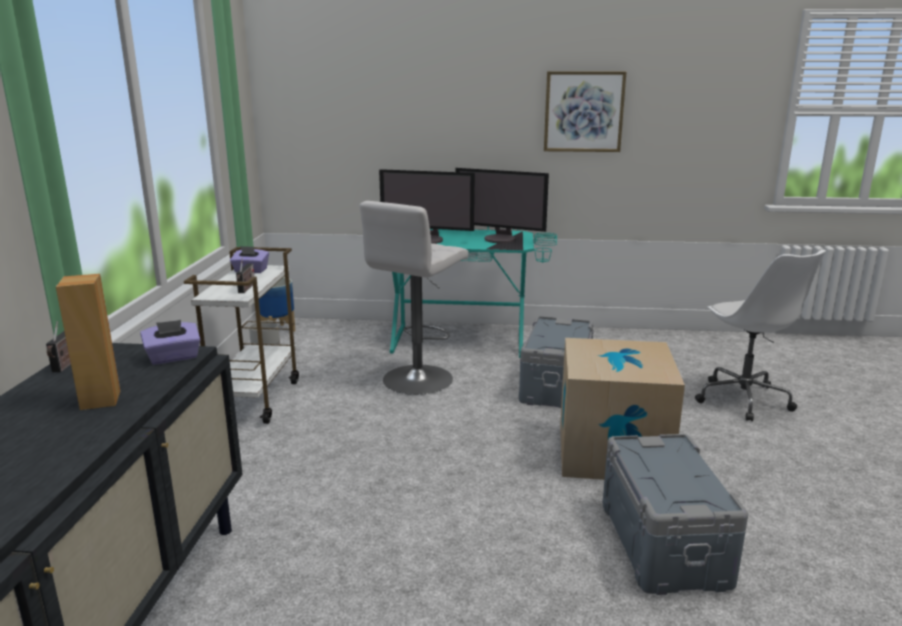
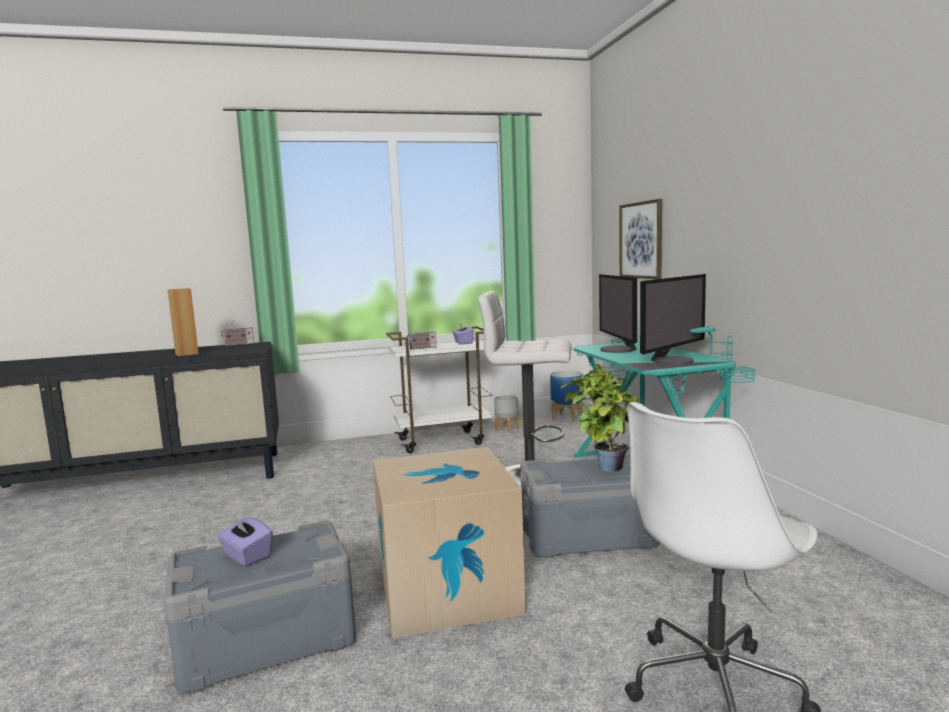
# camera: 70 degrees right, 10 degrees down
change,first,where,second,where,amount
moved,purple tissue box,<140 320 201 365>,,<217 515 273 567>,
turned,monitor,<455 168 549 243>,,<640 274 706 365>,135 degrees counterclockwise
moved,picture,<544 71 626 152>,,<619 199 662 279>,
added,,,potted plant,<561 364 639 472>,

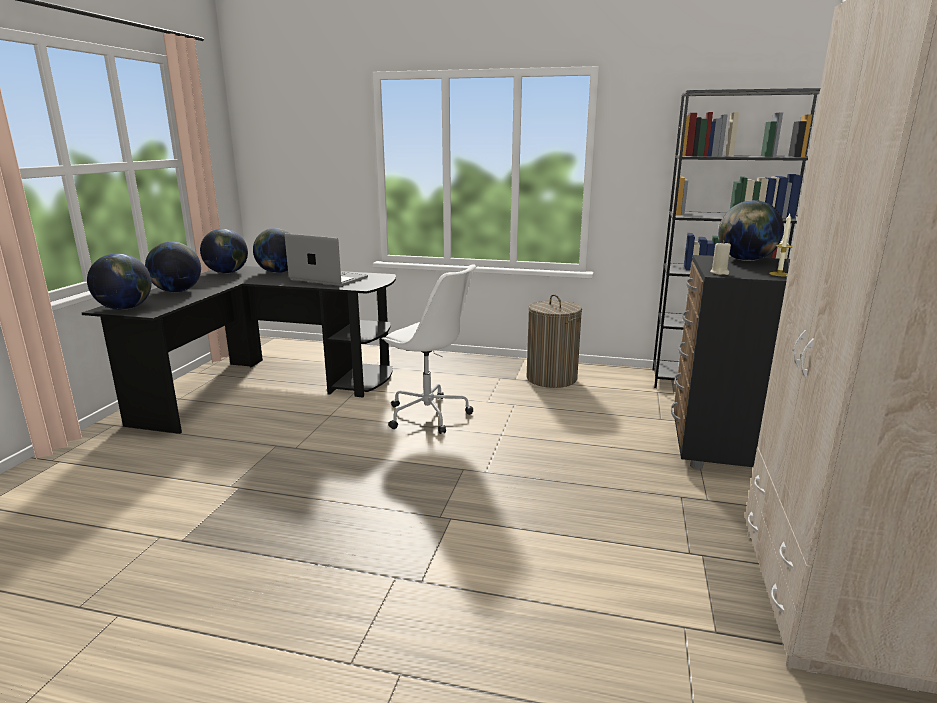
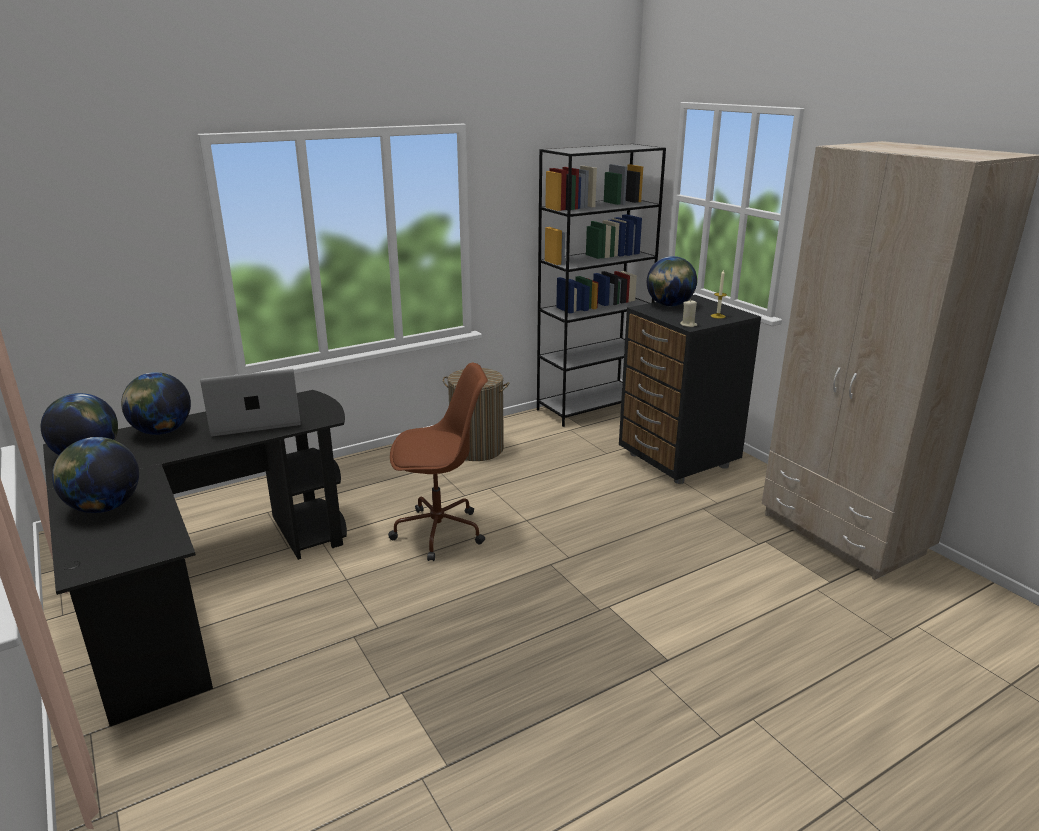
# camera: 45 degrees left, 5 degrees up
change,first,where,second,where,amount
removed,globe,<87 253 152 310>,,,
recoloured,white office chair,<381 265 477 434>,brown office chair,<388 363 488 561>,

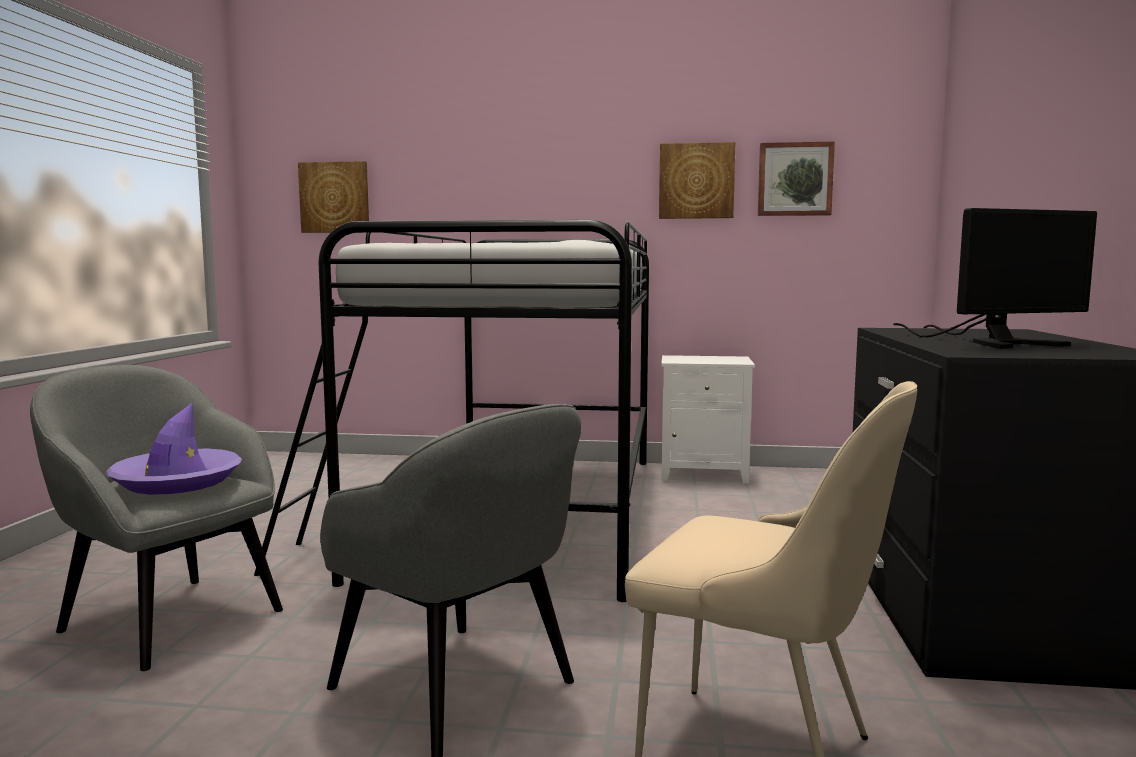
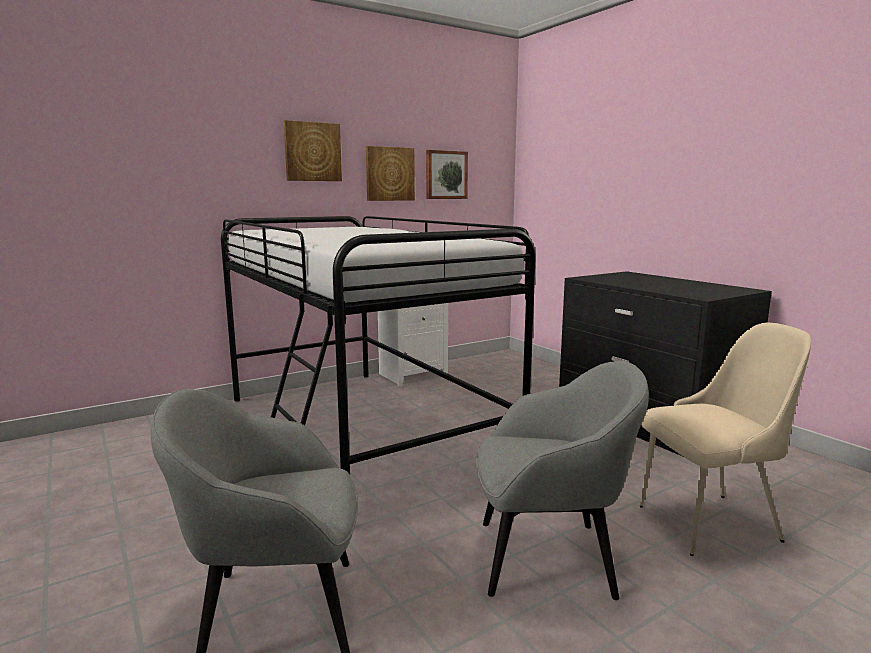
# camera: 40 degrees left, 5 degrees up
change,first,where,second,where,amount
removed,purple hat,<106 402 242 494>,,,
moved,picture,<298 161 369 233>,,<283 120 342 181>,
removed,monitor,<893 208 1097 349>,,,

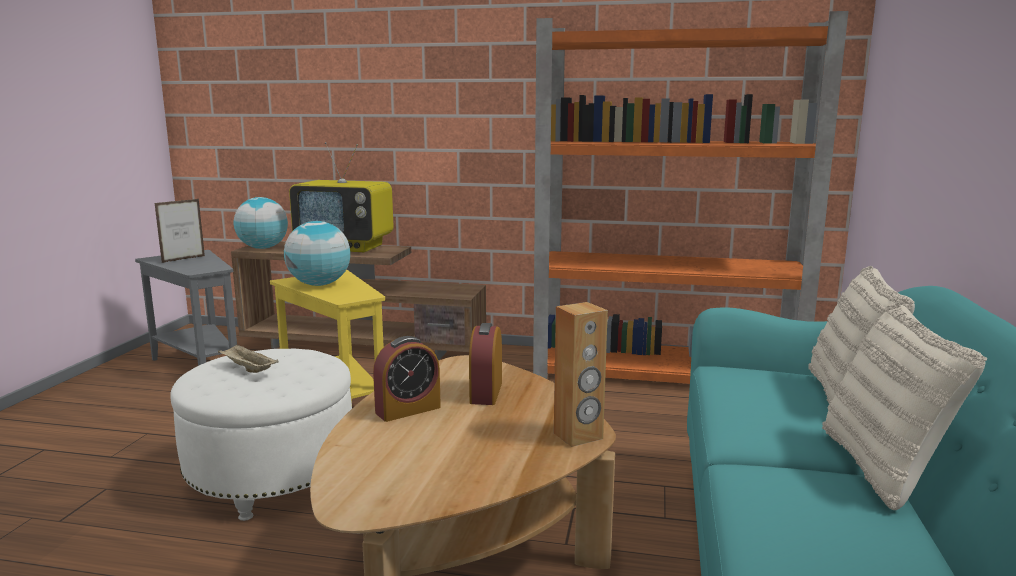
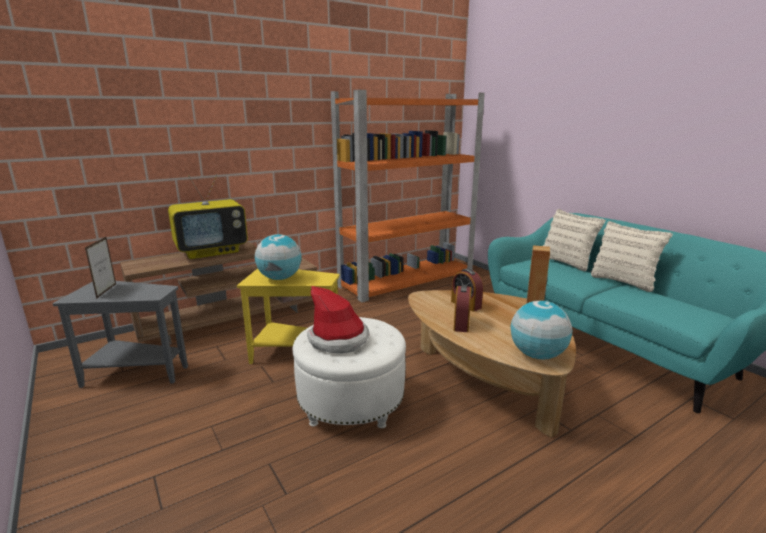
# camera: 45 degrees left, 5 degrees up
change,first,where,second,where,amount
replaced,beige tray,<218 344 279 373>,hat,<307 286 369 353>,
moved,globe,<234 197 288 249>,,<511 301 572 360>,

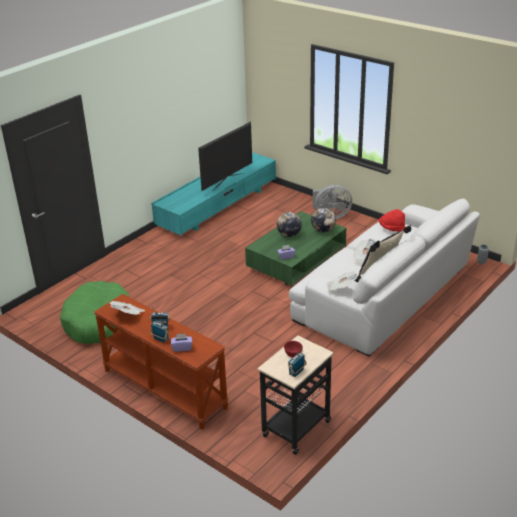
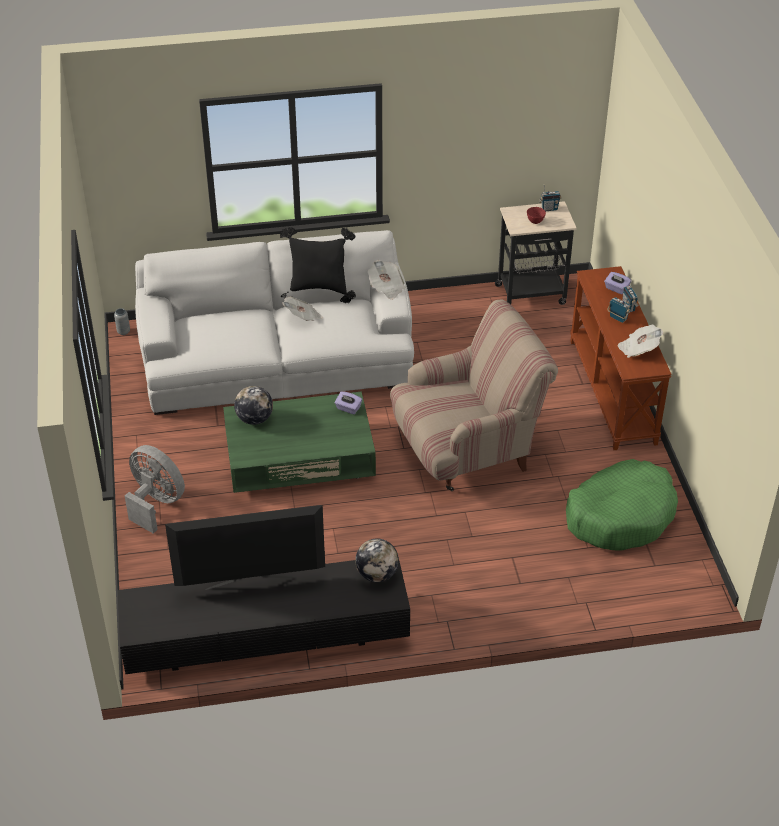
# camera: 140 degrees left, 10 degrees up
change,first,where,second,where,amount
recoloured,turquoise tv stand,<151 152 276 236>,black tv stand,<118 560 410 674>,
moved,globe,<277 212 302 237>,,<355 539 399 582>,
removed,red hat,<379 209 405 231>,,,
added,,,beige armchair,<390 300 558 491>,

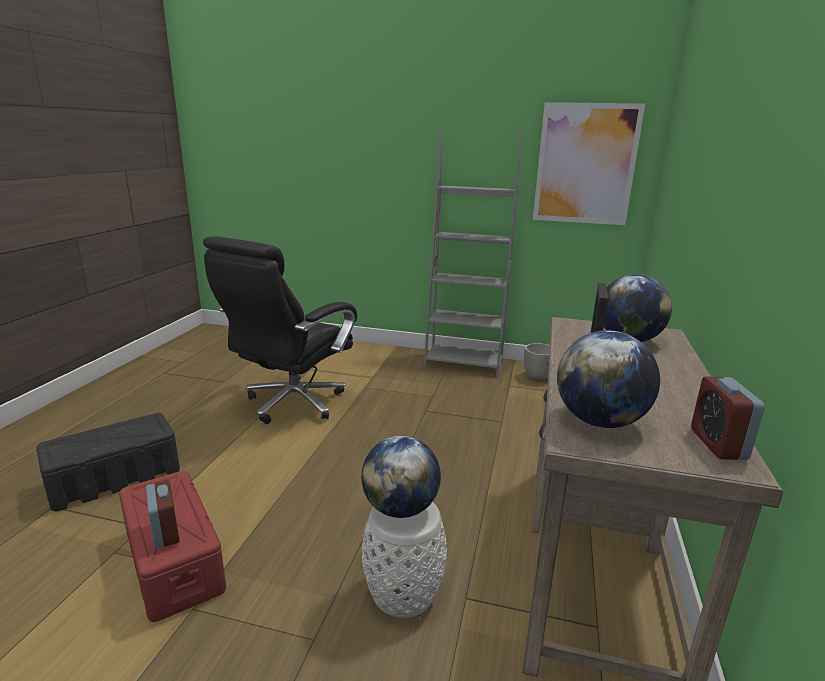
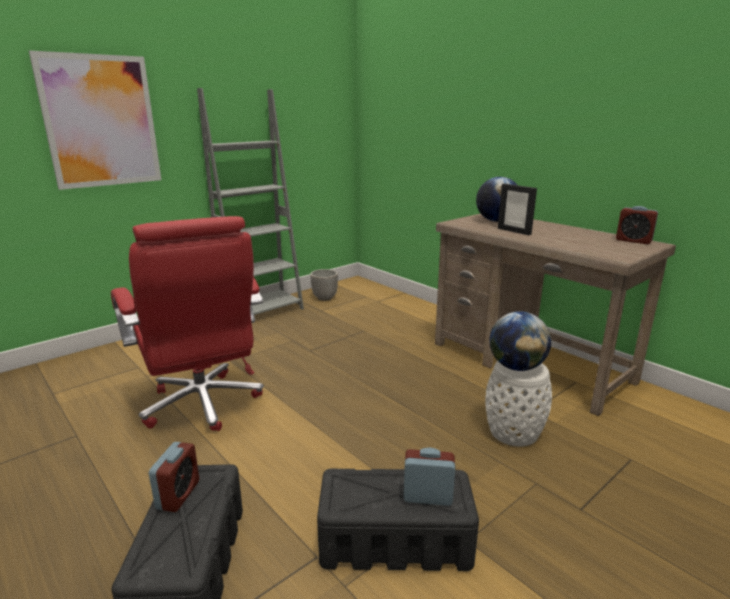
# camera: 55 degrees left, 0 degrees up
change,first,where,second,where,amount
recoloured,red storage box,<119 471 226 622>,black storage box,<317 469 479 571>,
recoloured,black office chair,<203 236 357 424>,red office chair,<111 216 264 431>,
moved,picture,<533 102 645 225>,,<29 50 161 190>,
removed,globe,<557 330 660 428>,,,
added,,,alarm clock,<149 442 199 512>,

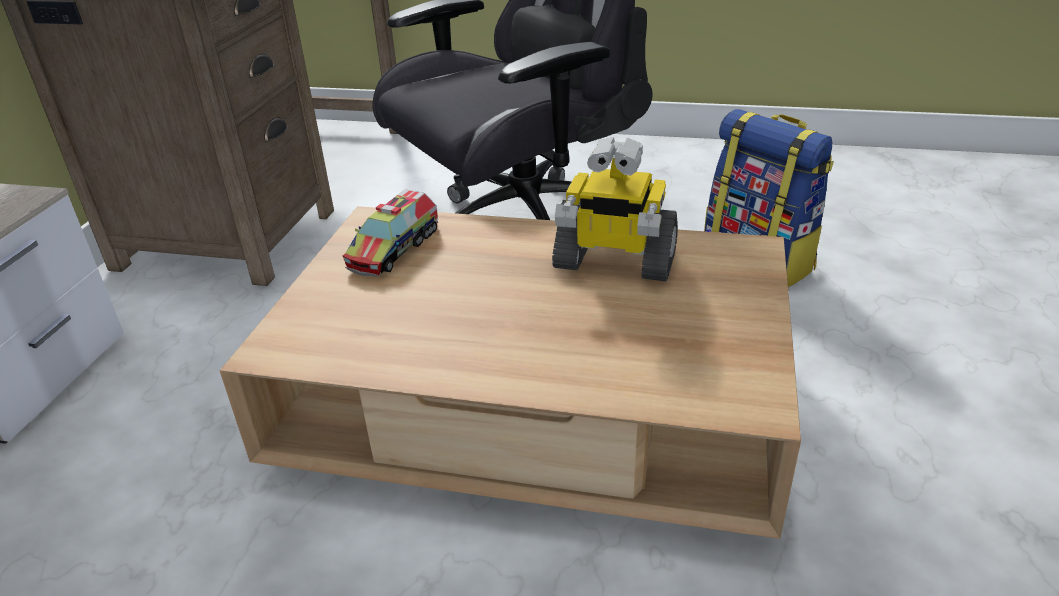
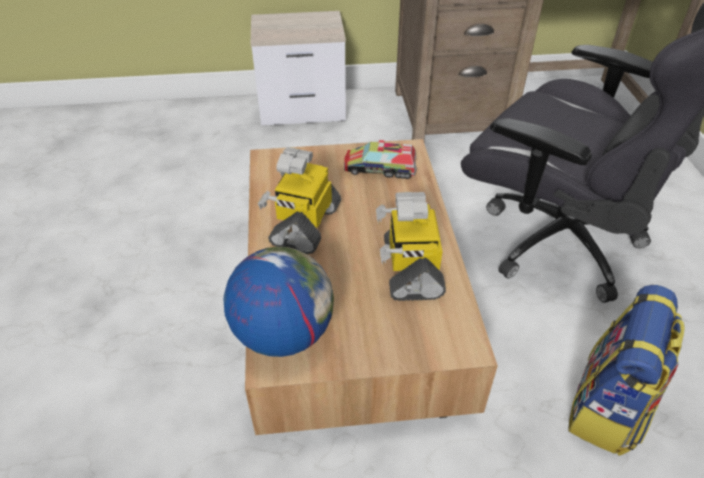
# camera: 70 degrees right, 10 degrees up
change,first,where,second,where,amount
added,,,globe,<224 247 334 357>,
added,,,toy robot,<258 147 341 254>,

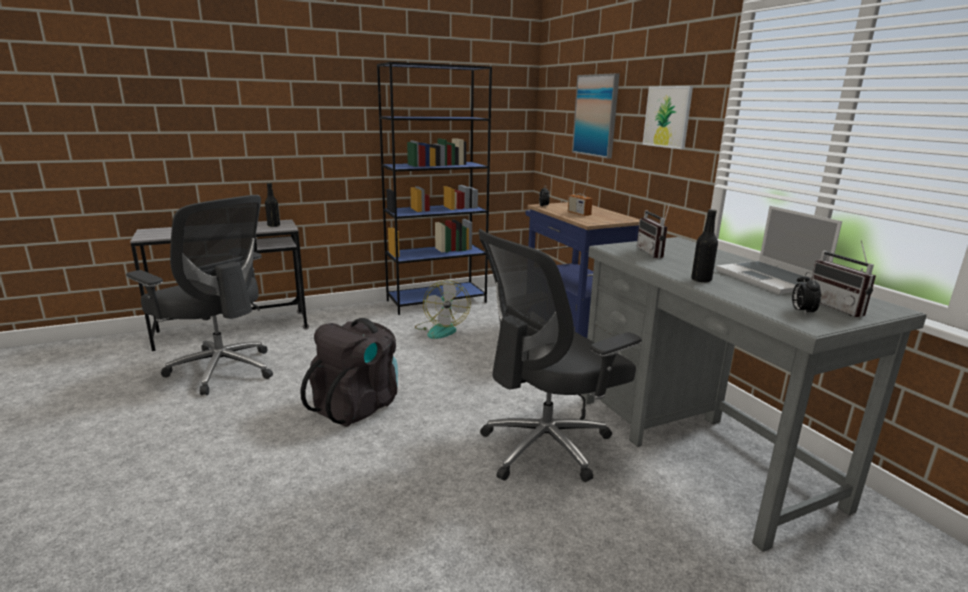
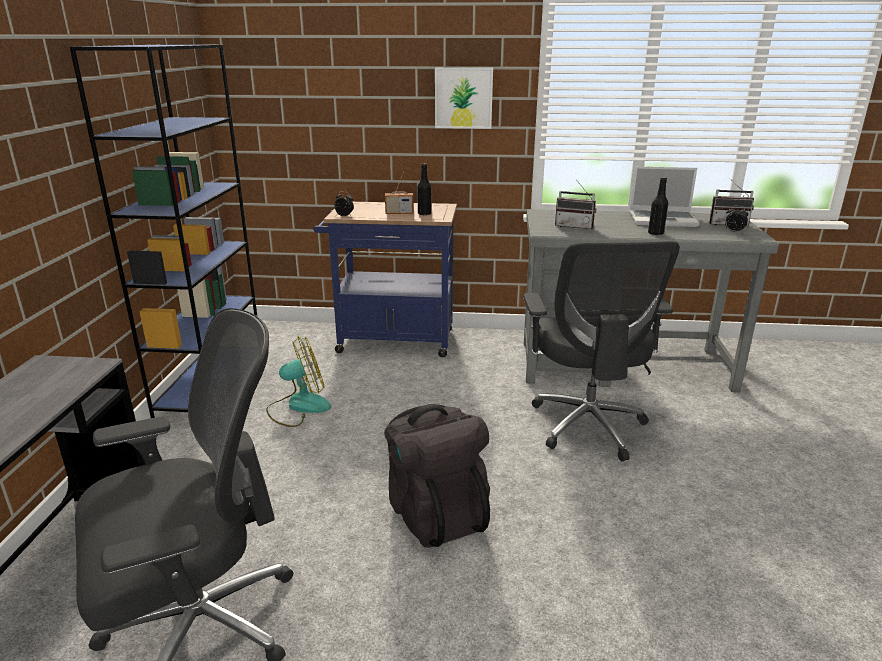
# camera: 60 degrees left, 5 degrees up
change,first,where,second,where,amount
moved,black bottle,<265 182 280 227>,,<417 163 432 215>,
turned,fan,<415 280 470 339>,,<266 336 331 427>,45 degrees counterclockwise
removed,picture,<572 73 620 158>,,,

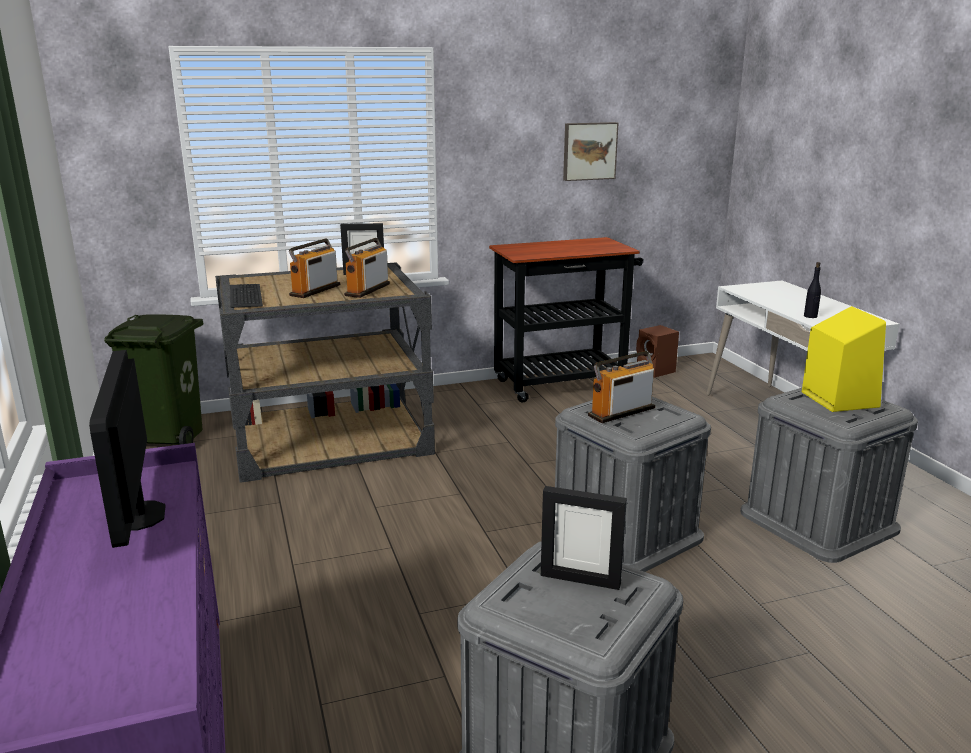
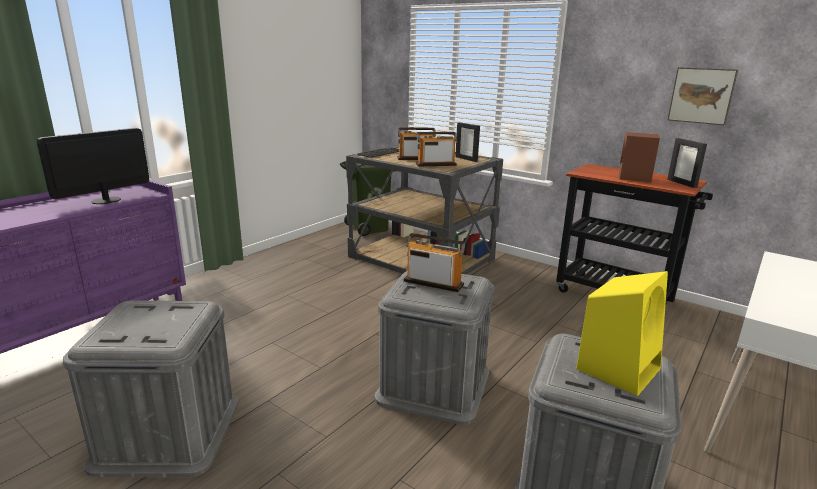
# camera: 55 degrees right, 0 degrees up
change,first,where,second,where,amount
moved,picture frame,<541 486 627 590>,,<667 138 707 188>,
moved,brown speaker,<636 325 679 378>,,<618 132 660 183>,
removed,black bottle,<804 262 821 318>,,,

